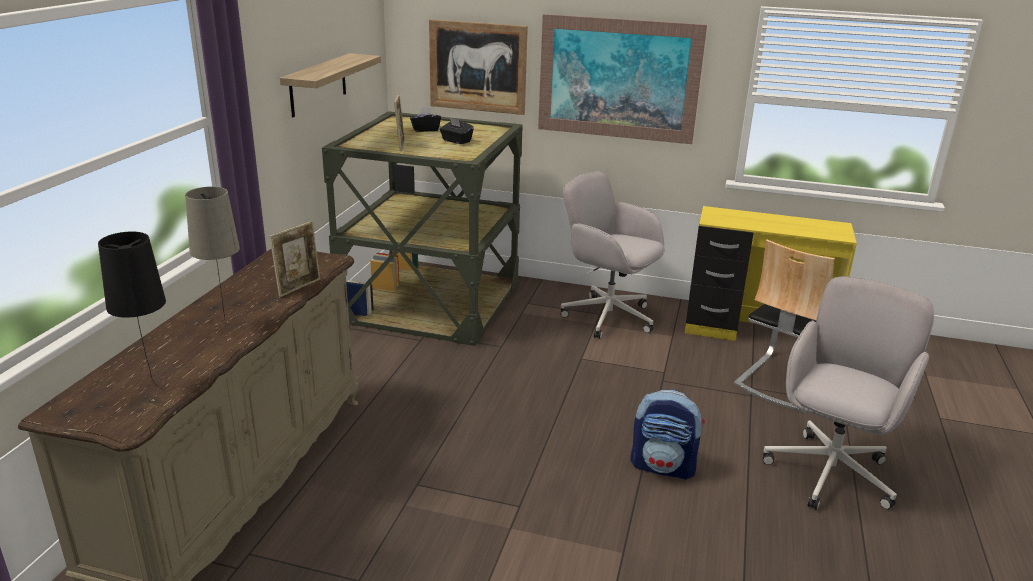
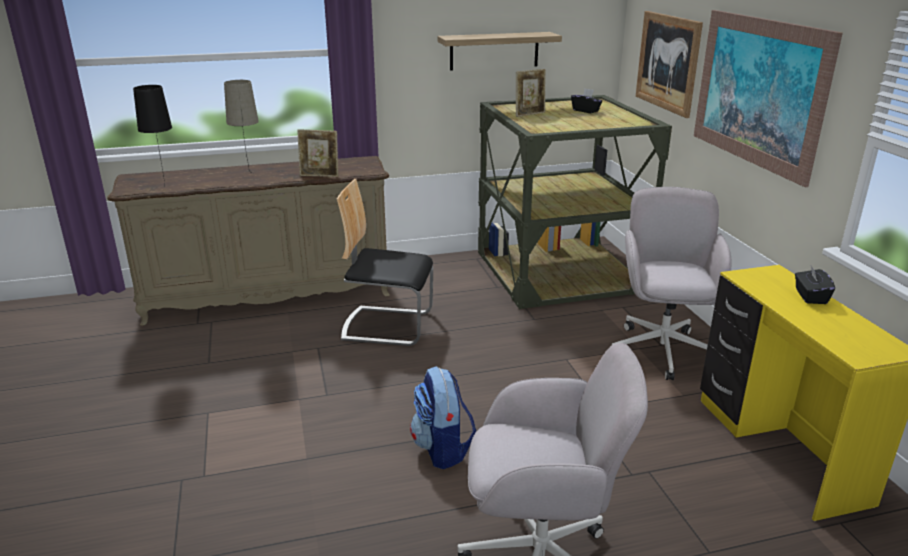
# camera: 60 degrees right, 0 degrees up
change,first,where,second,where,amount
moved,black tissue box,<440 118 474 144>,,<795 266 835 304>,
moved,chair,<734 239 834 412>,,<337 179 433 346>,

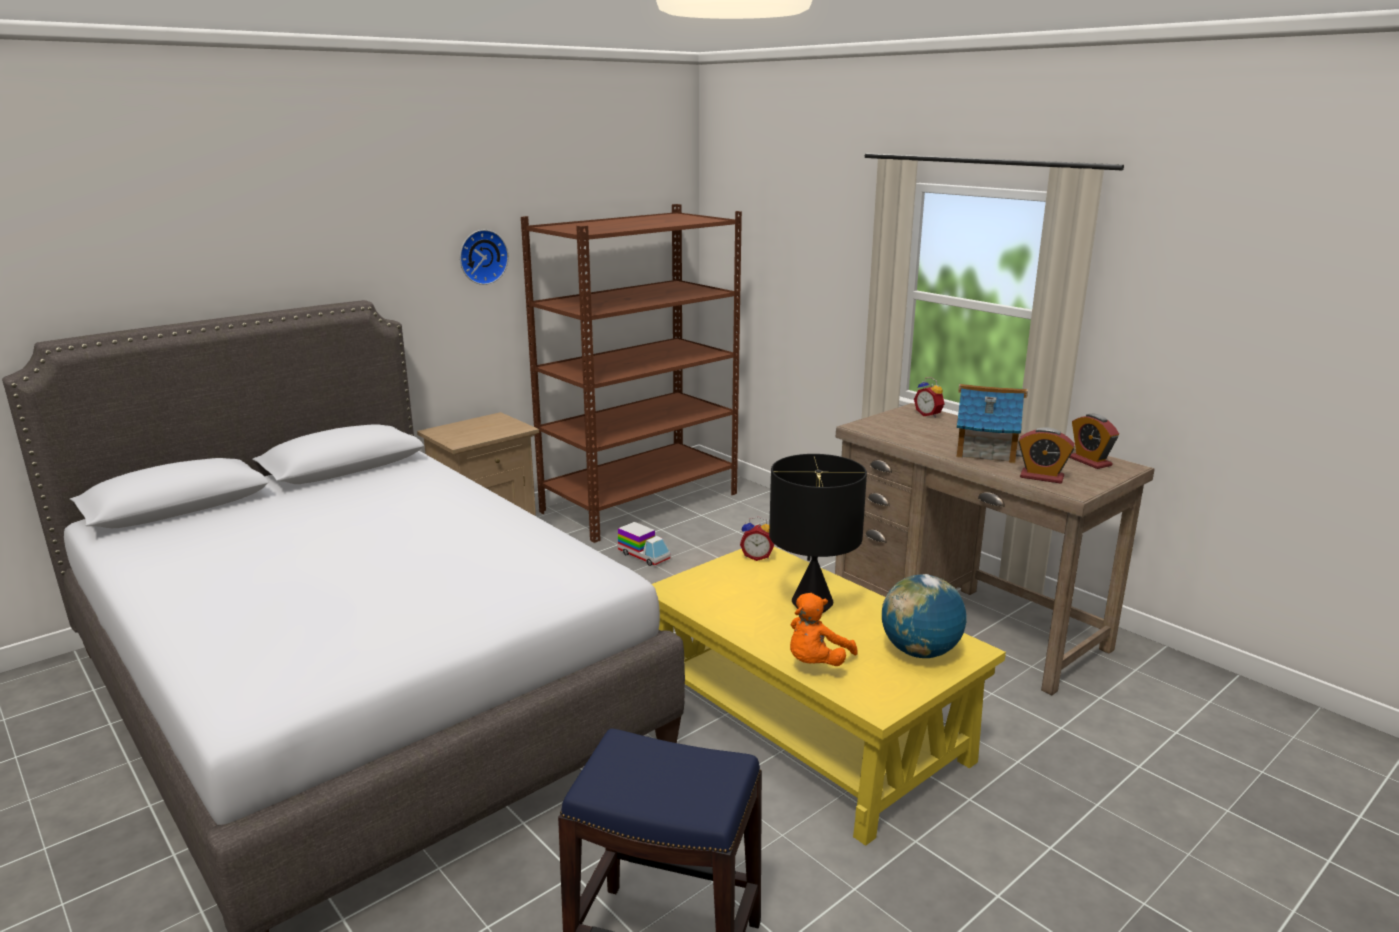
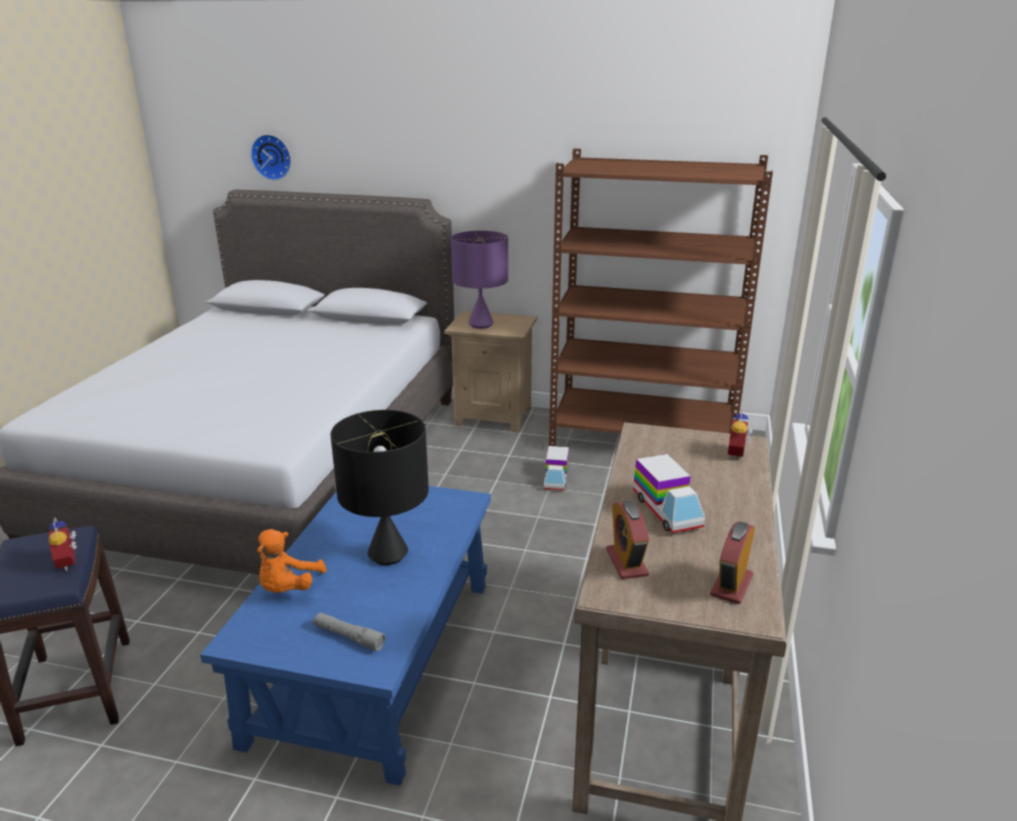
# camera: 55 degrees right, 5 degrees up
change,first,where,second,where,amount
moved,wall clock,<460 230 509 285>,,<251 134 291 180>,
recoloured,yellow coffee table,<652 547 1006 846>,blue coffee table,<200 486 491 786>,
moved,alarm clock,<740 517 774 561>,,<48 517 77 571>,
turned,orange plush toy,<790 593 858 666>,,<257 529 327 593>,75 degrees counterclockwise
replaced,globe,<882 574 966 658>,grey flashlight,<312 612 386 651>,
replaced,toy house,<956 384 1028 463>,toy truck,<633 454 705 533>,
added,,,purple table lamp,<451 231 508 329>,

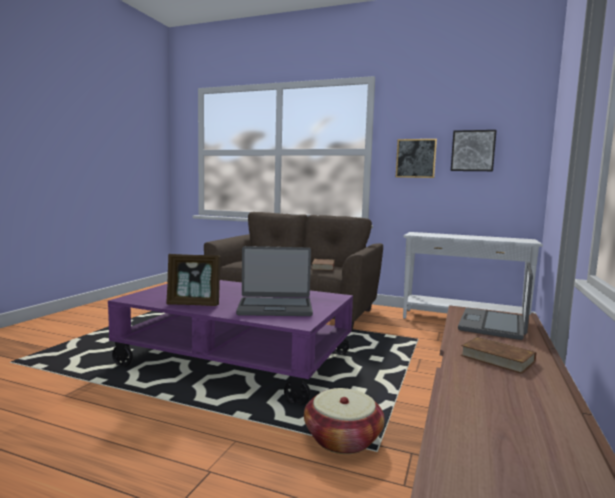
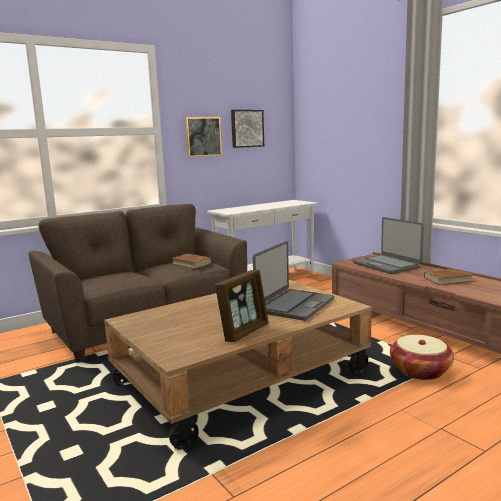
# camera: 55 degrees left, 5 degrees up
change,first,where,second,where,amount
recoloured,purple coffee table,<108 280 353 405>,brown coffee table,<104 280 372 450>,

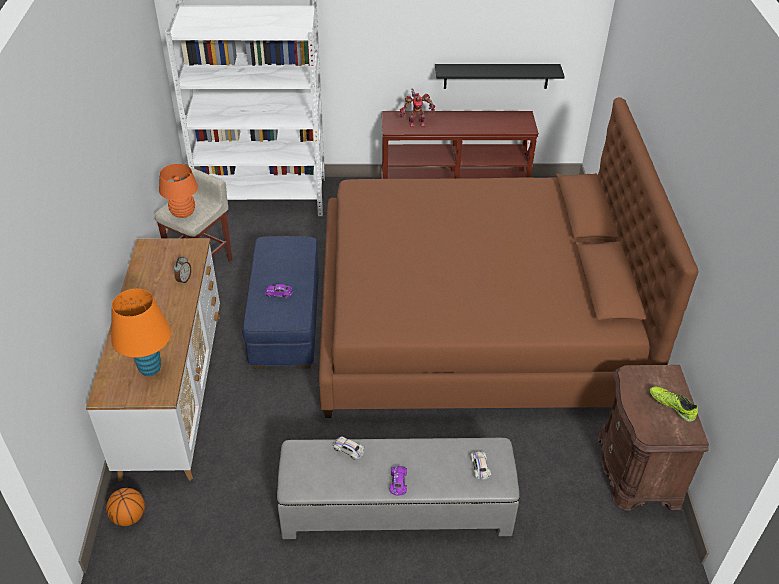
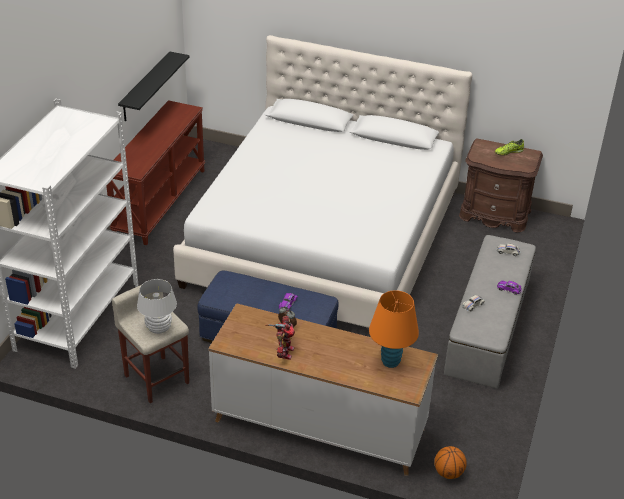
# camera: 70 degrees left, 5 degrees down
change,first,where,second,where,amount
recoloured,orange table lamp,<159 164 198 218>,white table lamp,<137 279 177 334>,
recoloured,brown bed,<319 97 699 418>,white bed,<173 35 472 328>,
moved,toy robot,<400 89 435 127>,,<265 316 295 360>,

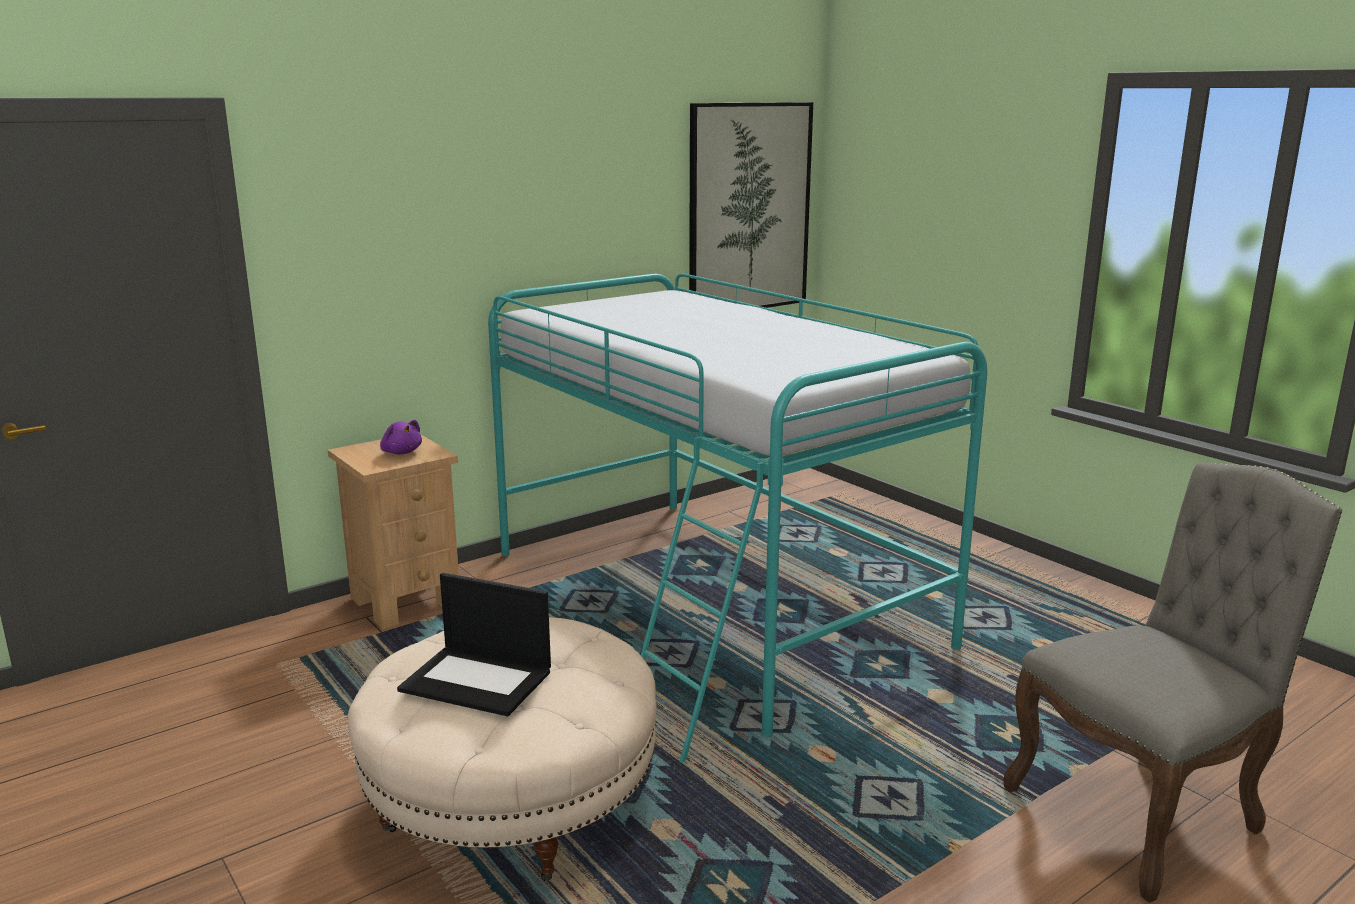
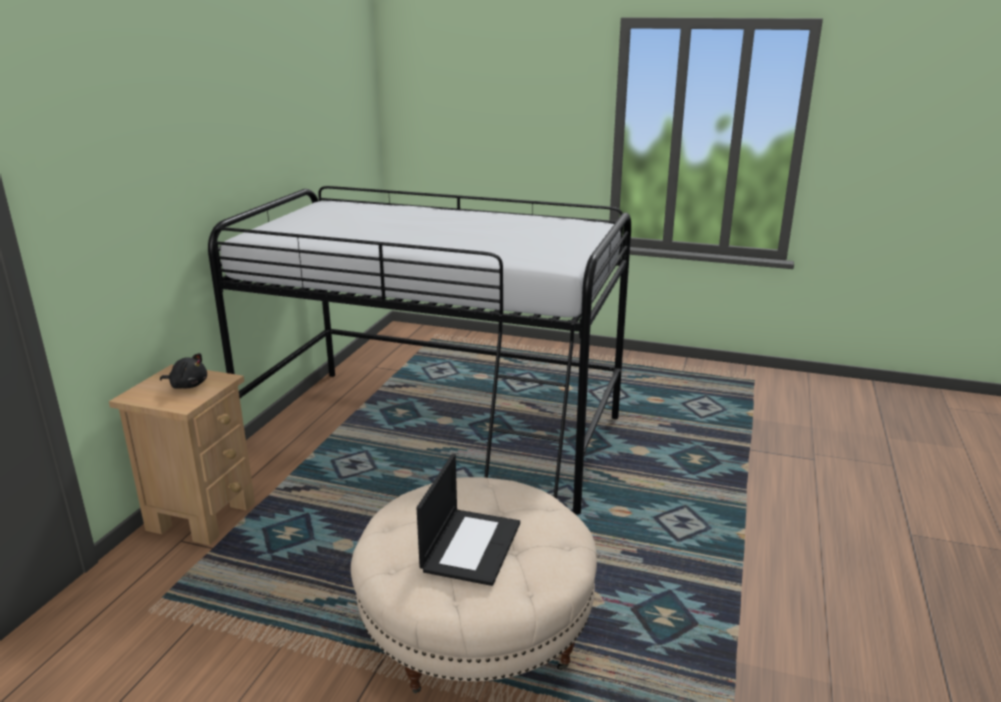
# camera: 35 degrees left, 5 degrees up
change,first,where,second,where,amount
recoloured,purple plush toy,<380 420 422 455>,black plush toy,<160 353 207 389>,
turned,laptop,<397 573 551 716>,,<417 454 520 586>,60 degrees counterclockwise
recoloured,turquoise bed,<488 274 987 763>,black bed,<208 186 631 515>,
removed,picture,<689 102 813 308>,,,
removed,grey chair,<1003 462 1342 903>,,,

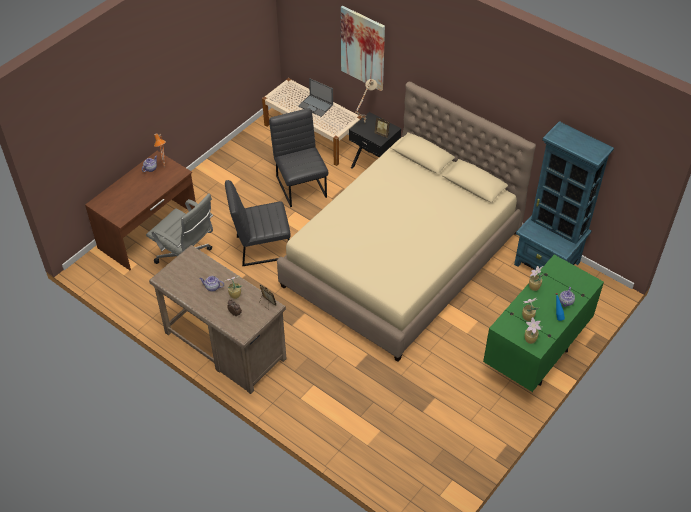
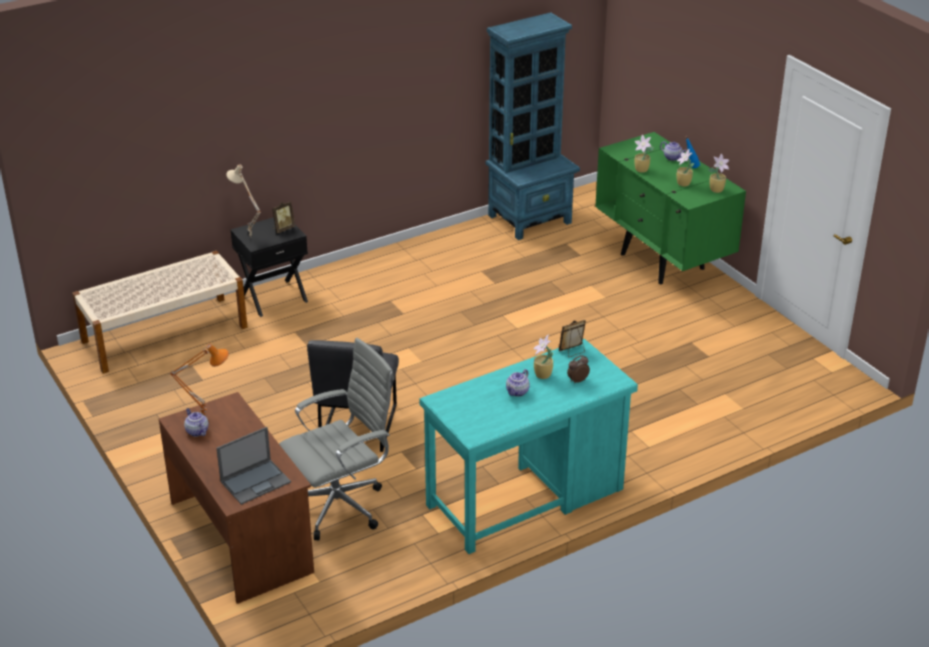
# camera: 70 degrees left, 15 degrees down
change,first,where,second,where,amount
recoloured,brown desk,<149 245 287 394>,turquoise desk,<419 339 638 554>,
removed,grey chair,<269 108 328 207>,,,
removed,beige bed,<277 82 536 362>,,,
moved,laptop,<298 78 333 117>,,<216 427 291 505>,
removed,picture,<341 6 385 91>,,,

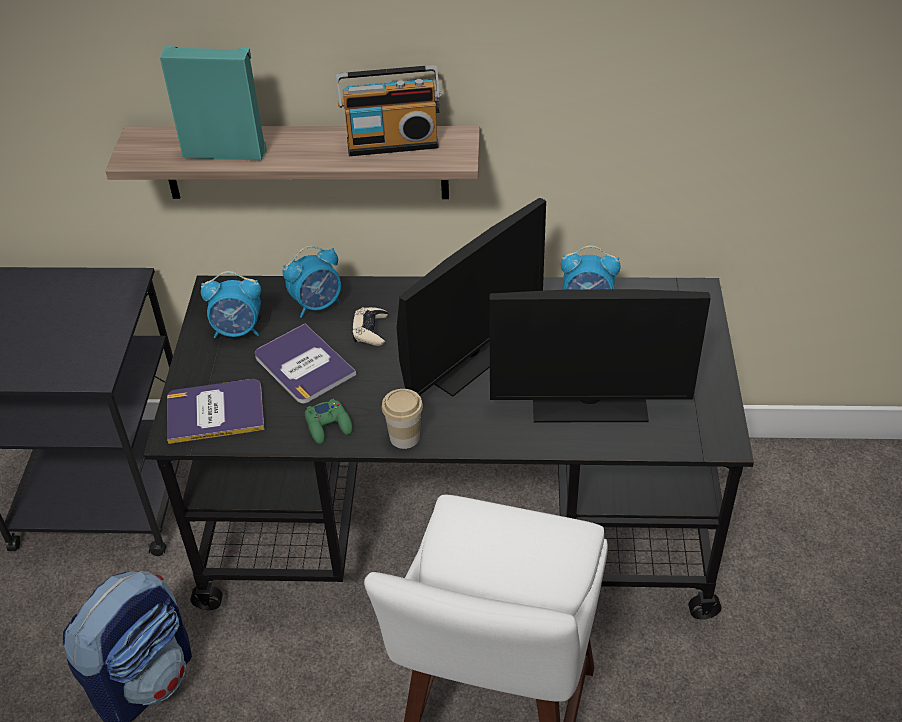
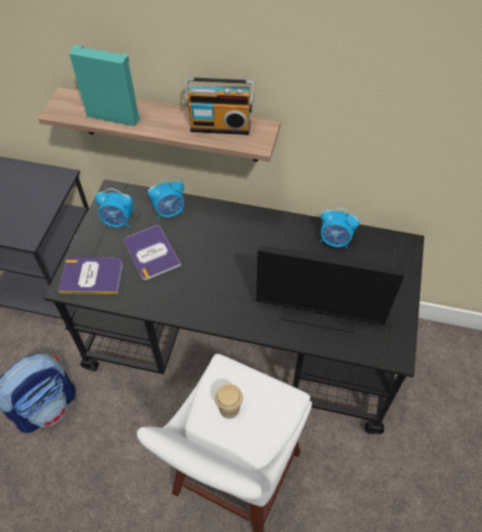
# camera: 10 degrees right, 10 degrees up
change,first,where,second,where,amount
removed,green game controller,<305 399 353 444>,,,
removed,beige game controller,<352 307 388 346>,,,
moved,cup,<382 389 423 449>,,<215 384 243 419>,
removed,monitor,<396 198 546 397>,,,

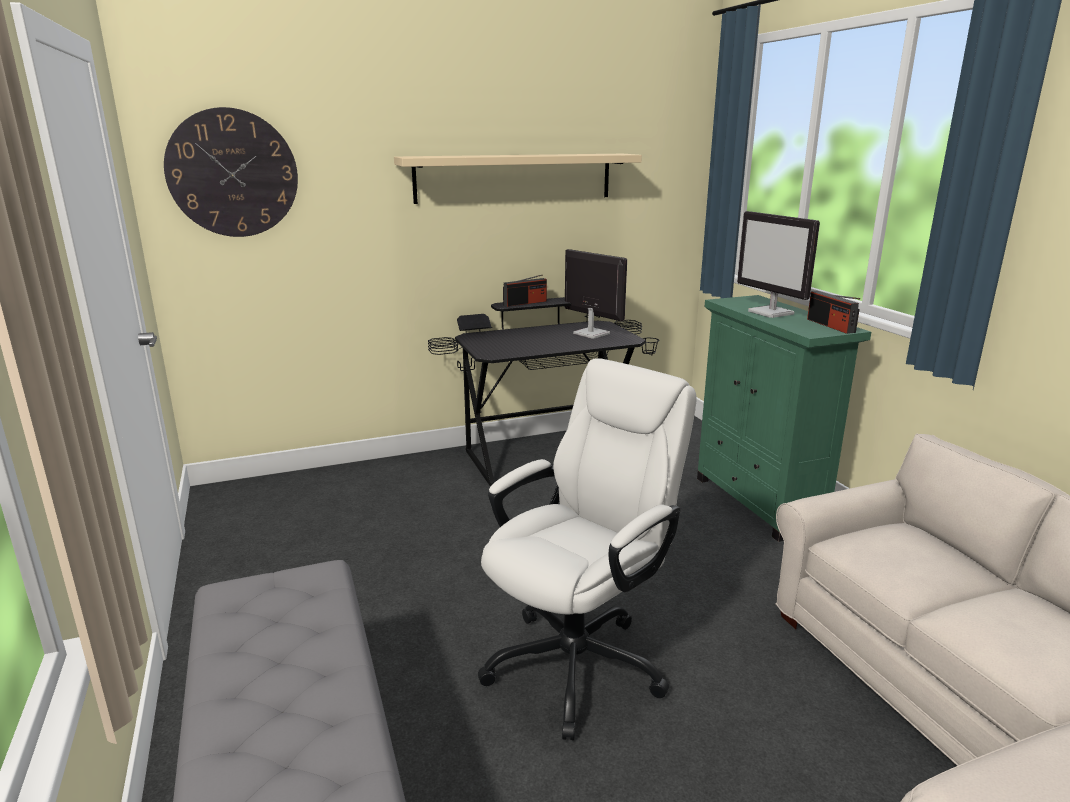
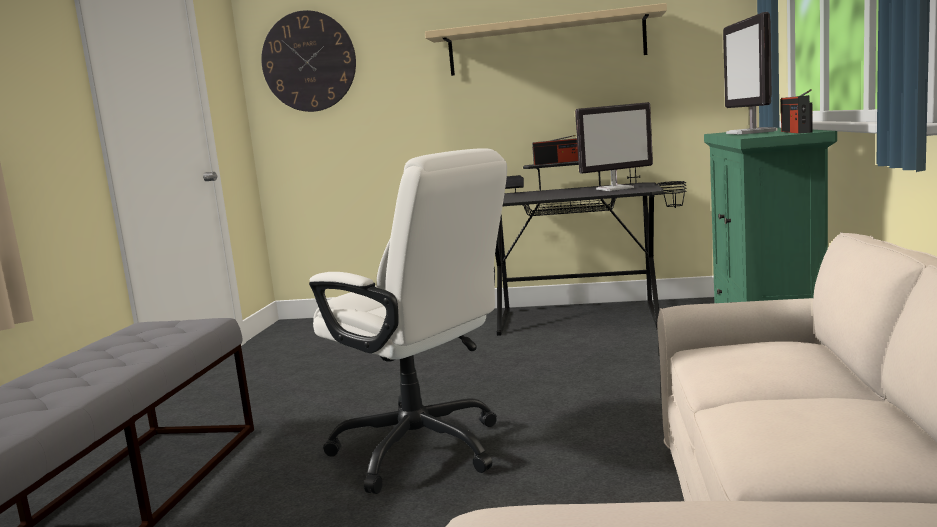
# camera: 30 degrees right, 10 degrees down
change,first,where,second,where,amount
turned,white office chair,<478 358 696 741>,,<309 148 507 494>,60 degrees clockwise
turned,monitor,<565 249 627 338>,,<575 102 653 191>,90 degrees clockwise

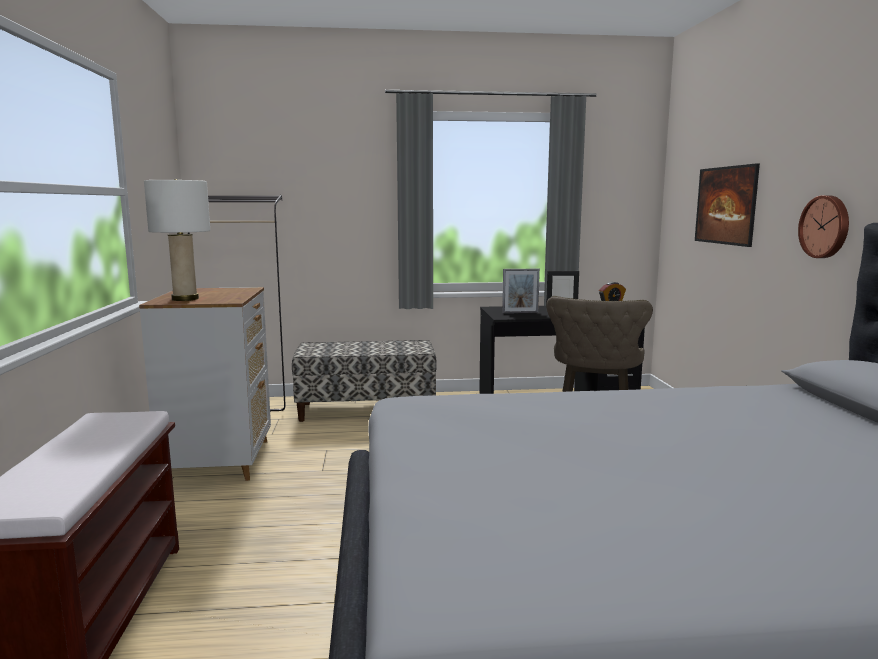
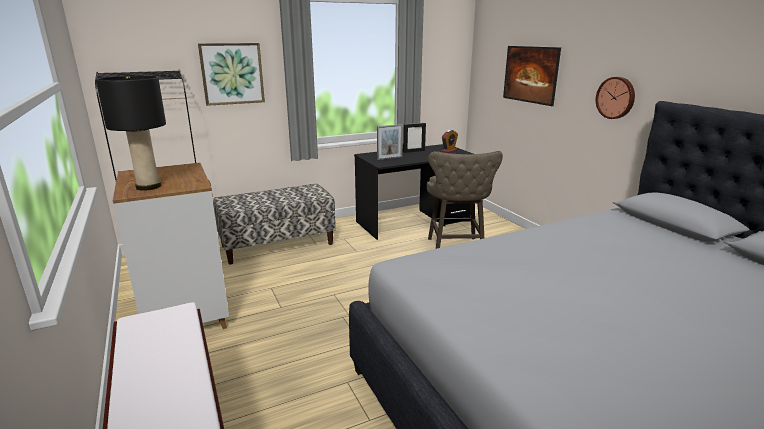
# camera: 20 degrees left, 10 degrees up
change,first,where,second,where,amount
recoloured,white table lamp,<144 179 210 301>,black table lamp,<96 76 166 191>,
added,,,picture,<198 43 265 106>,

